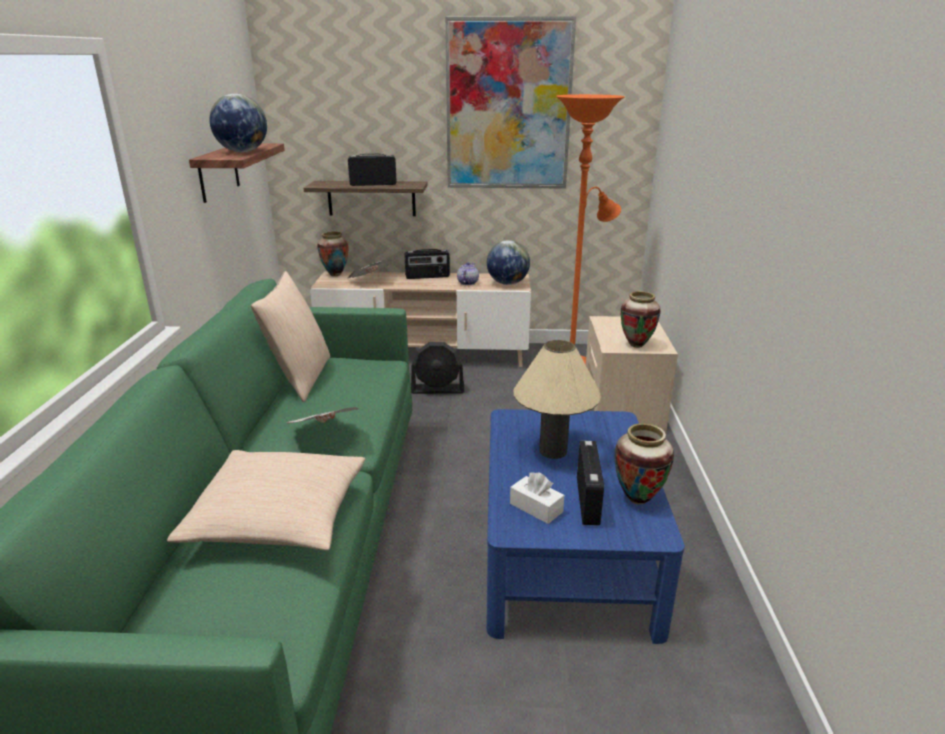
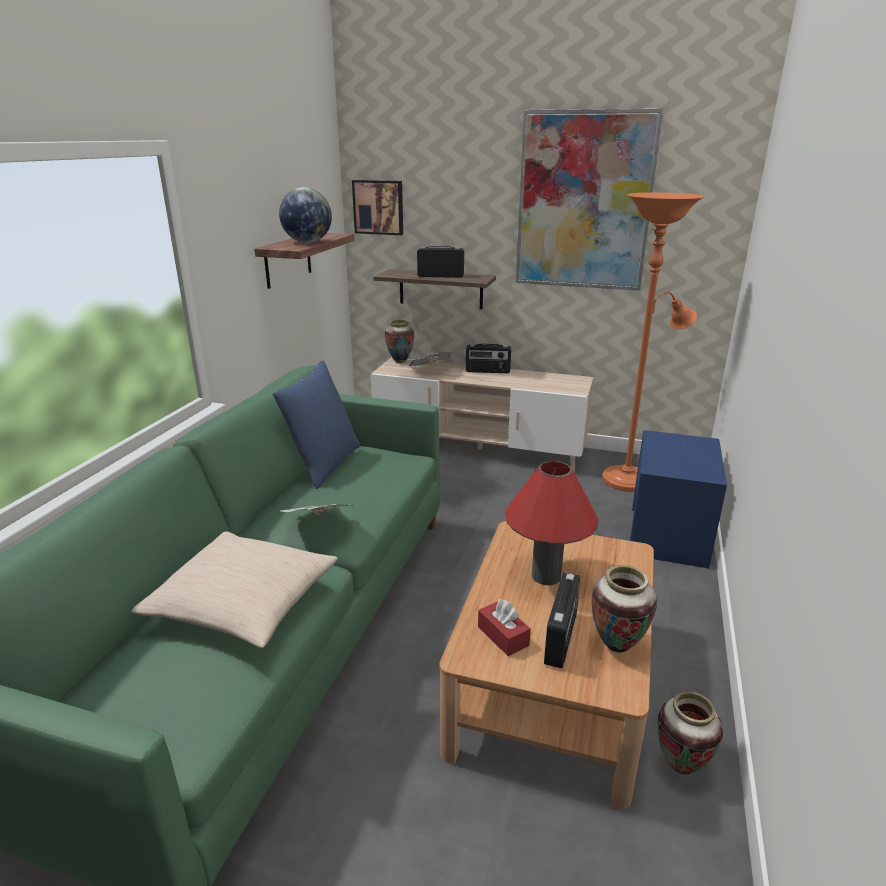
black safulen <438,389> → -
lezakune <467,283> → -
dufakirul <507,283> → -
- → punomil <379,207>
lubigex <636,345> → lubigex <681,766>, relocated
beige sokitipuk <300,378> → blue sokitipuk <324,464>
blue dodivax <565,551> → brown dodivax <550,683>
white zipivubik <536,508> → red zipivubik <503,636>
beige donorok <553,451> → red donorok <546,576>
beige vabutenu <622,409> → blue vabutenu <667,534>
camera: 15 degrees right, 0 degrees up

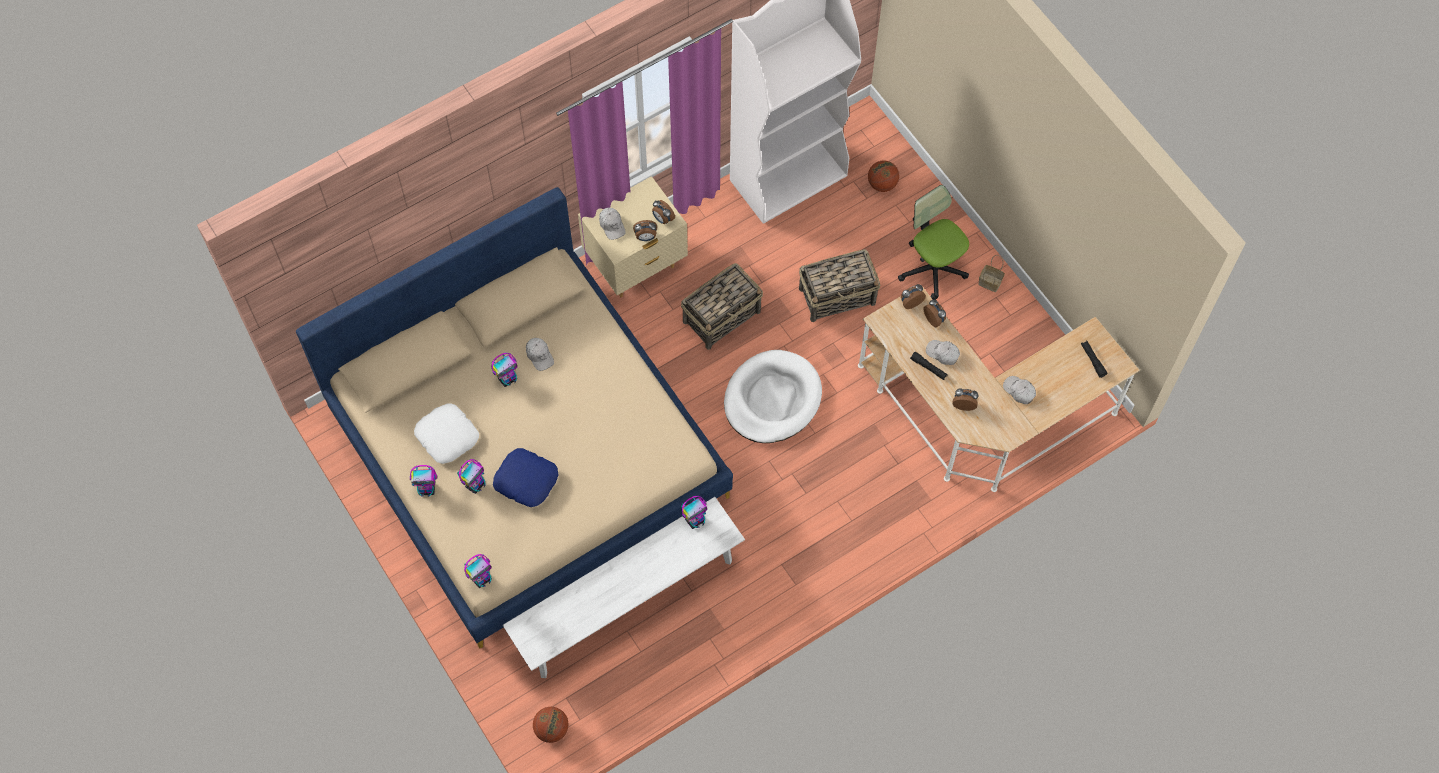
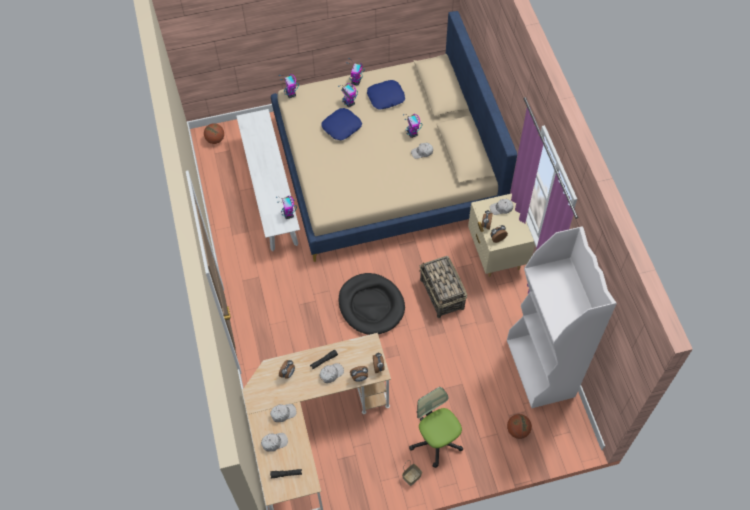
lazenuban <838,296> → -
- → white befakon <274,442>
white sokitipuk <447,436> → blue sokitipuk <386,97>
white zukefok <772,399> → black zukefok <371,305>
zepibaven <932,268> → zepibaven <436,440>, 105 degrees counterclockwise
camera: 110 degrees right, 5 degrees down

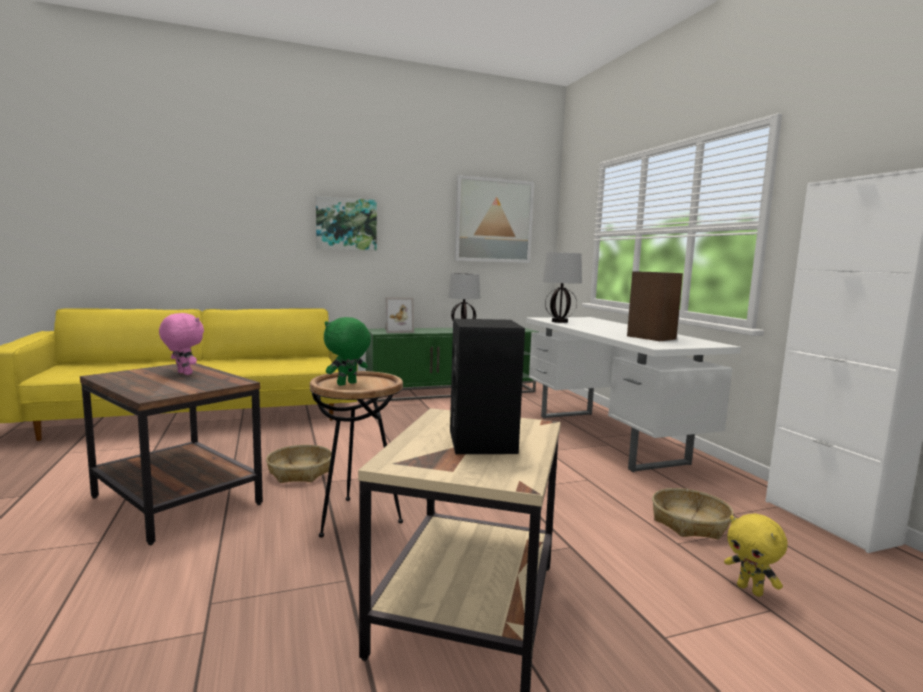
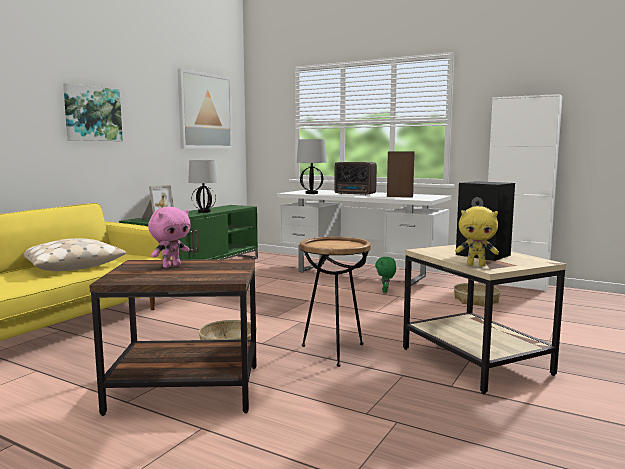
- → beige sokitipuk <70,266>
- → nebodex <355,194>
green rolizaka <347,384> → green rolizaka <385,291>, relocated
yellow rolizaka <750,590> → yellow rolizaka <476,265>, relocated
pink rolizaka <183,373> → pink rolizaka <171,266>, 135 degrees clockwise
camera: 40 degrees left, 0 degrees up

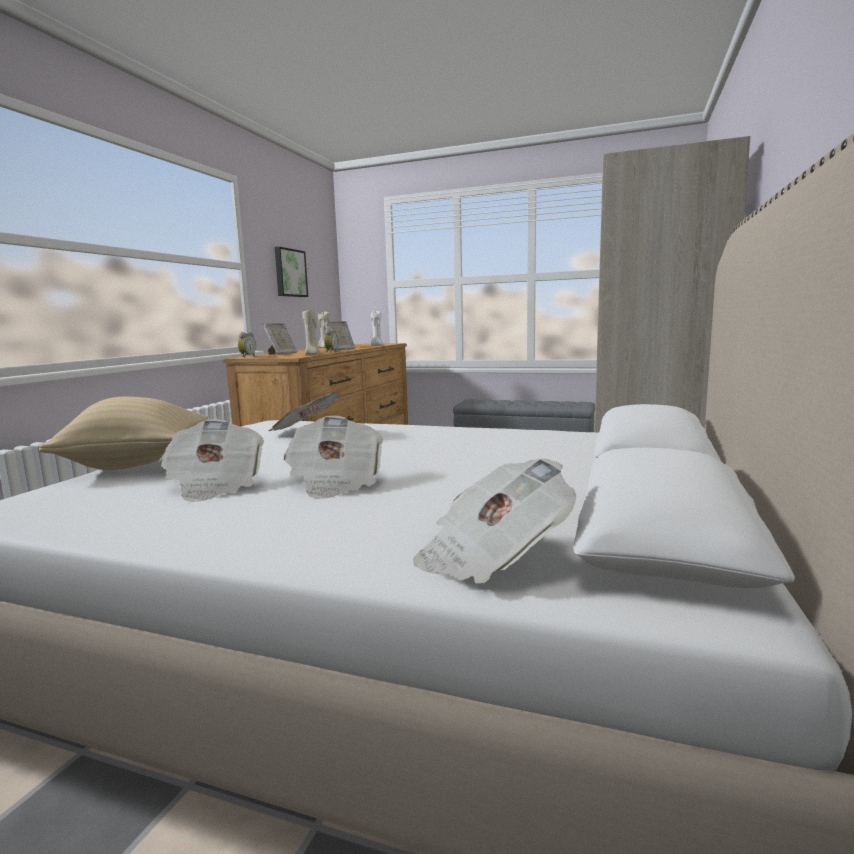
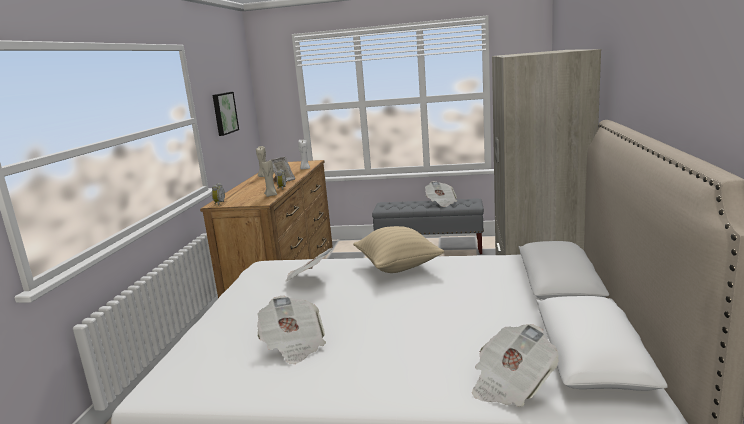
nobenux <281,354> → -
beige sokitipuk <138,464> → beige sokitipuk <398,266>, relocated
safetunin <335,482> → safetunin <441,202>, relocated
camera: 10 degrees left, 5 degrees up

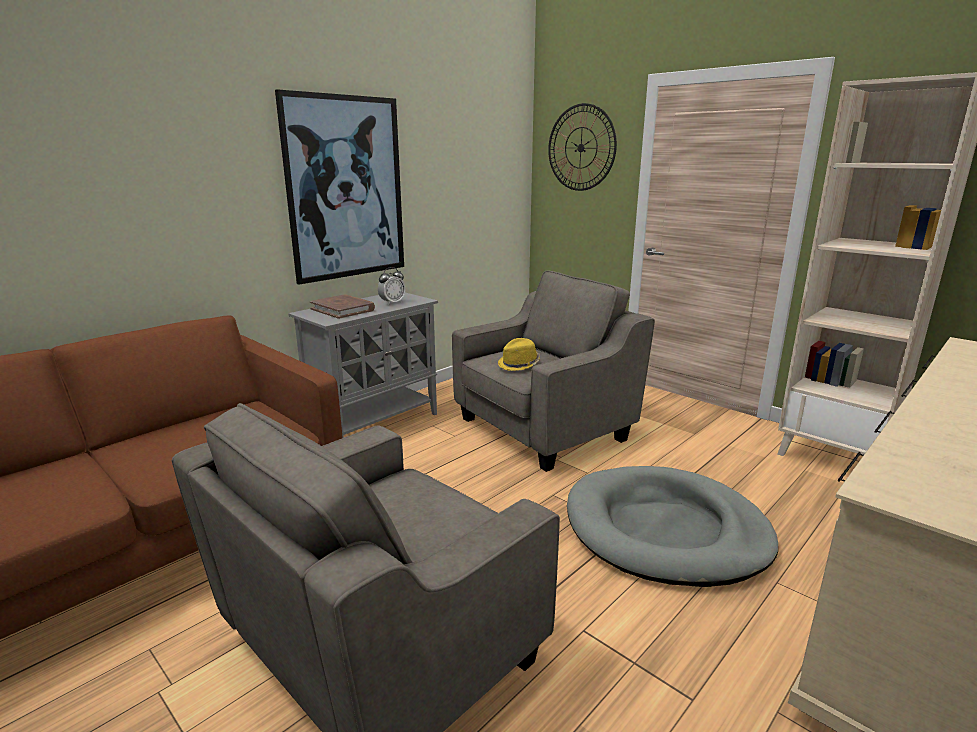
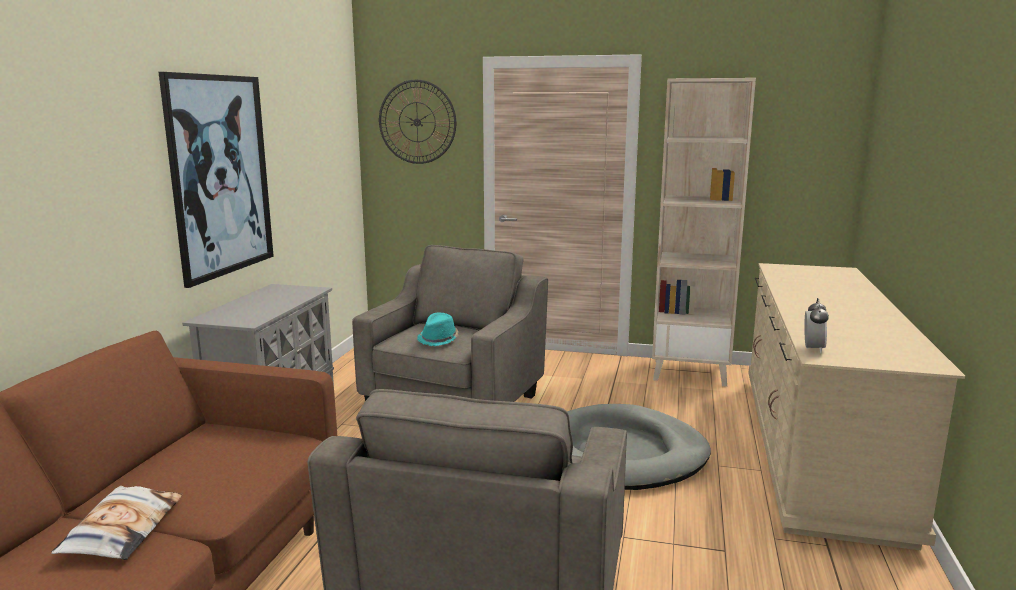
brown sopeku <343,309> → -
- → sokitipuk <122,530>
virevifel <392,303> → virevifel <813,349>, relocated
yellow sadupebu <519,365> → turquoise sadupebu <439,339>
camera: 30 degrees left, 5 degrees down

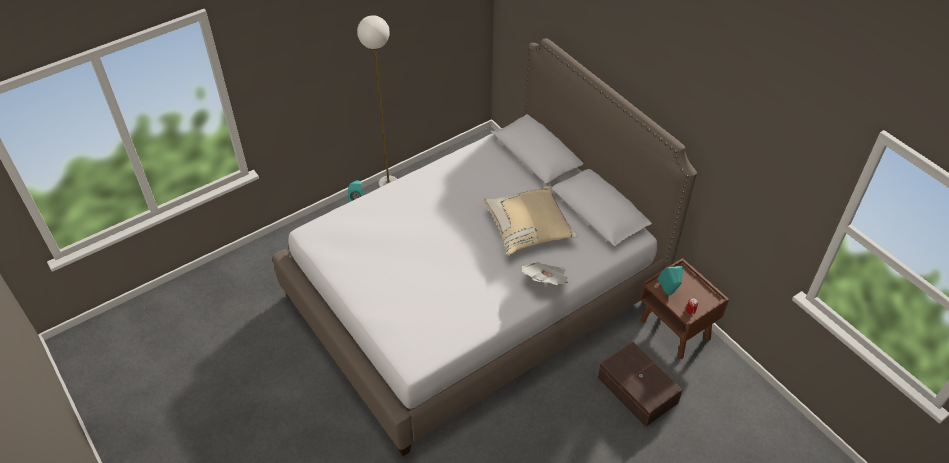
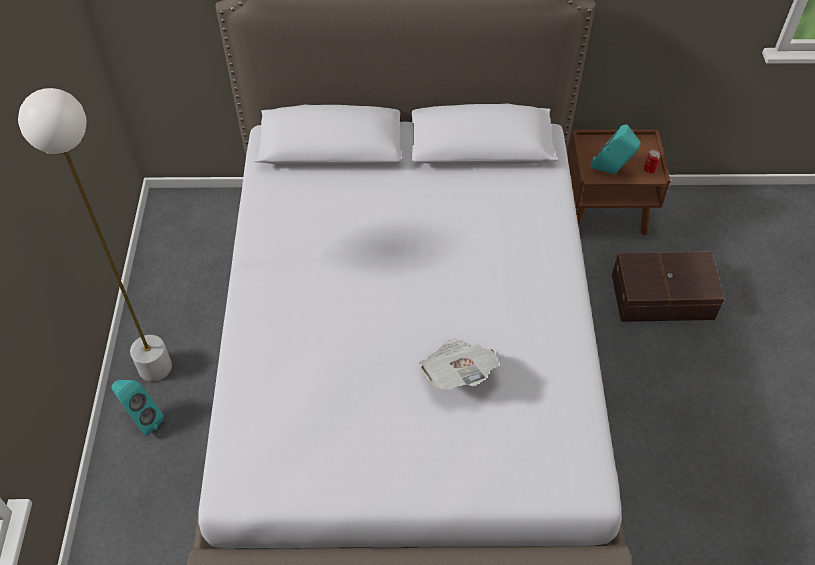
beige sokitipuk <529,229> → -
safetunin <546,281> → safetunin <457,374>, relocated
camera: 55 degrees left, 5 degrees up

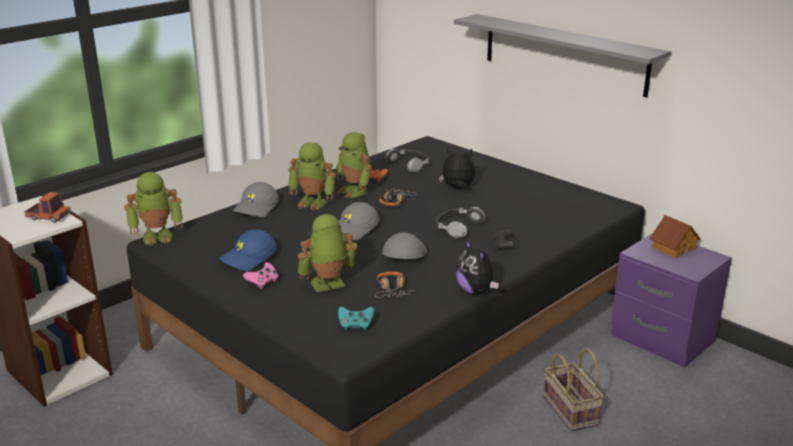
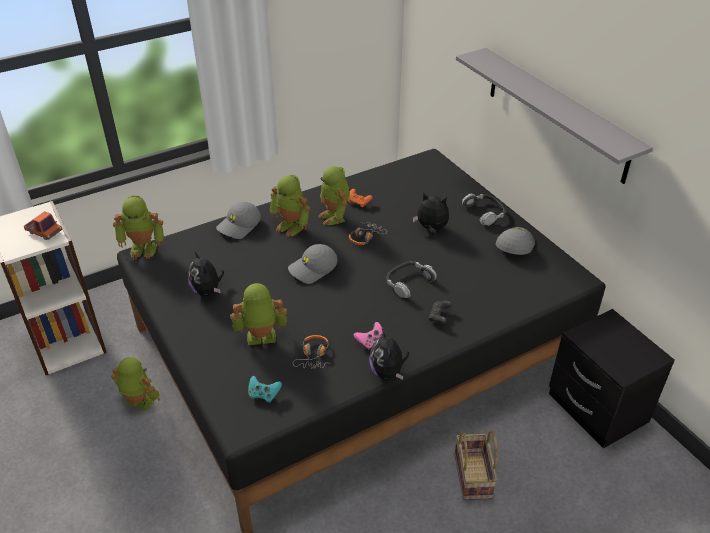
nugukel <673,248> → -
- → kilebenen <139,402>
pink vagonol <262,283> → pink vagonol <370,341>, relocated
grey befakon <403,254> → grey befakon <514,245>, relocated
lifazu <409,164> → lifazu <484,212>, relocated
blue befakon <249,259> → rolizaka <207,291>
purple vabutenu <661,339> → black vabutenu <595,409>
camera: 15 degrees right, 15 degrees up

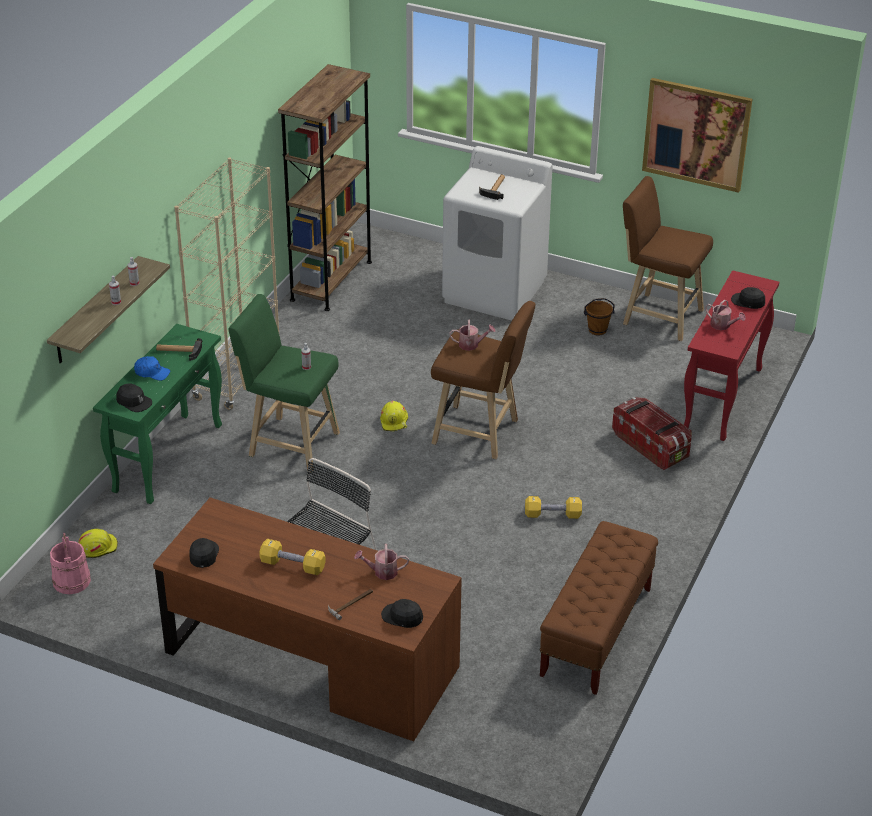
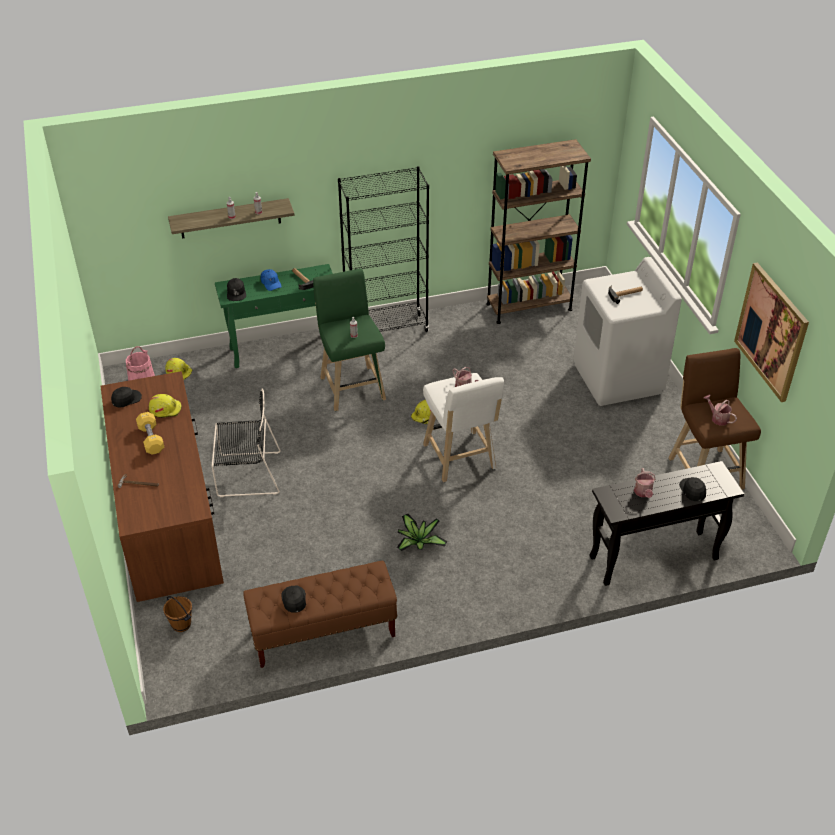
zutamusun <651,445> → -
- → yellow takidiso <165,409>
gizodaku <382,572> → gizodaku <718,418>, relocated
black befakon <402,617> → black befakon <294,600>, relocated
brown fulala <597,330> → brown fulala <181,625>, relocated
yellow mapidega <552,515> → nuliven <418,542>
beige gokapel <237,377> → black gokapel <386,329>
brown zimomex <480,433> → white zimomex <460,459>
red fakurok <723,400> → black fakurok <652,559>
camera: 50 degrees right, 5 degrees up

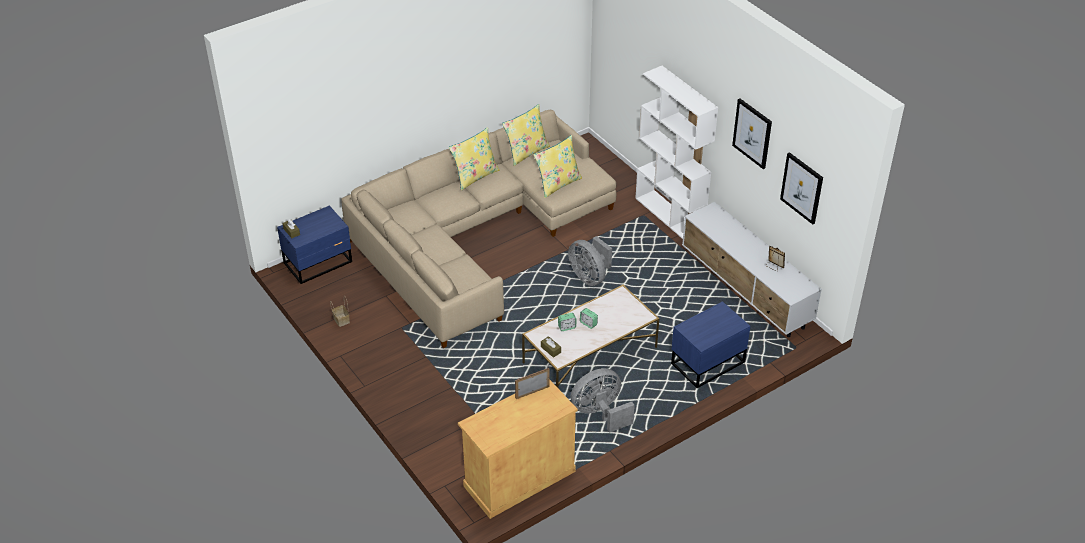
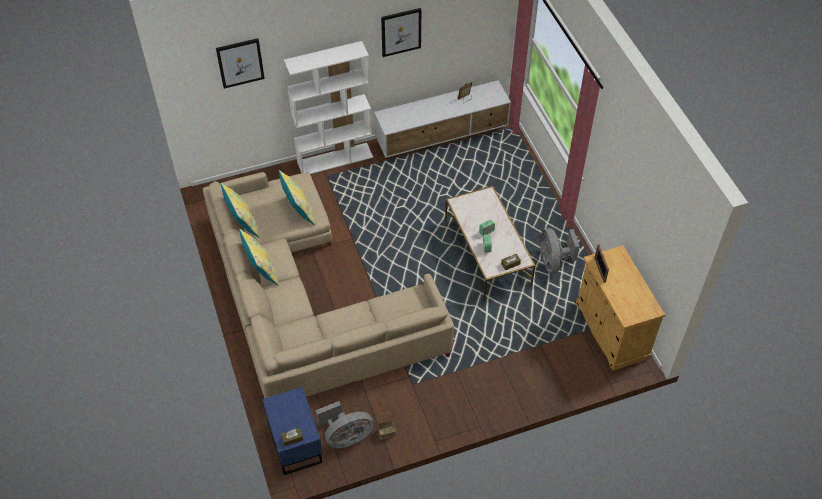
blue vabutenu <706,362> → -
grey safulen <589,277> → grey safulen <346,437>, relocated
punomil <802,188> → punomil <240,62>, relocated
camera: 75 degrees left, 10 degrees up

